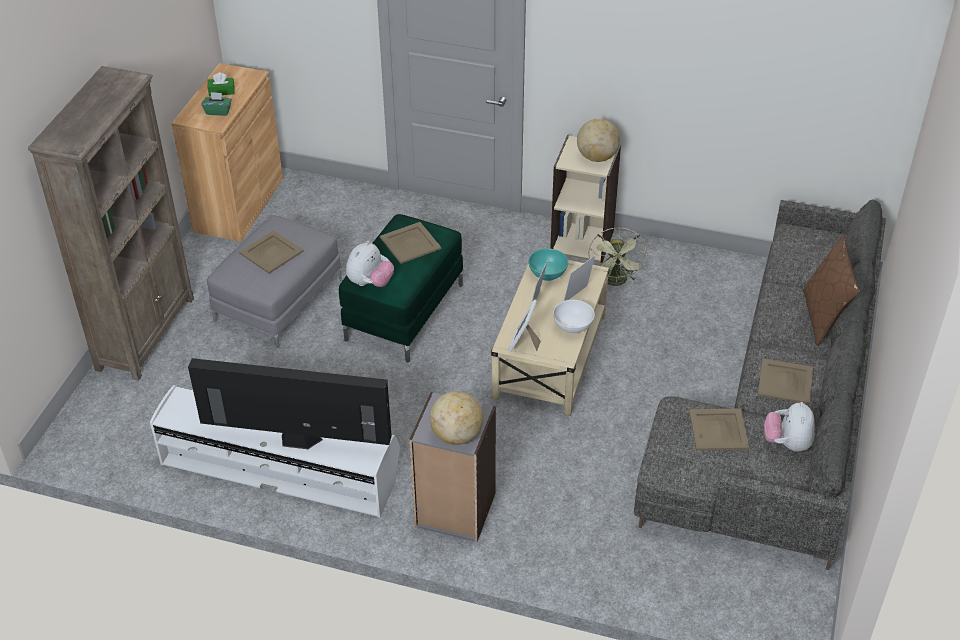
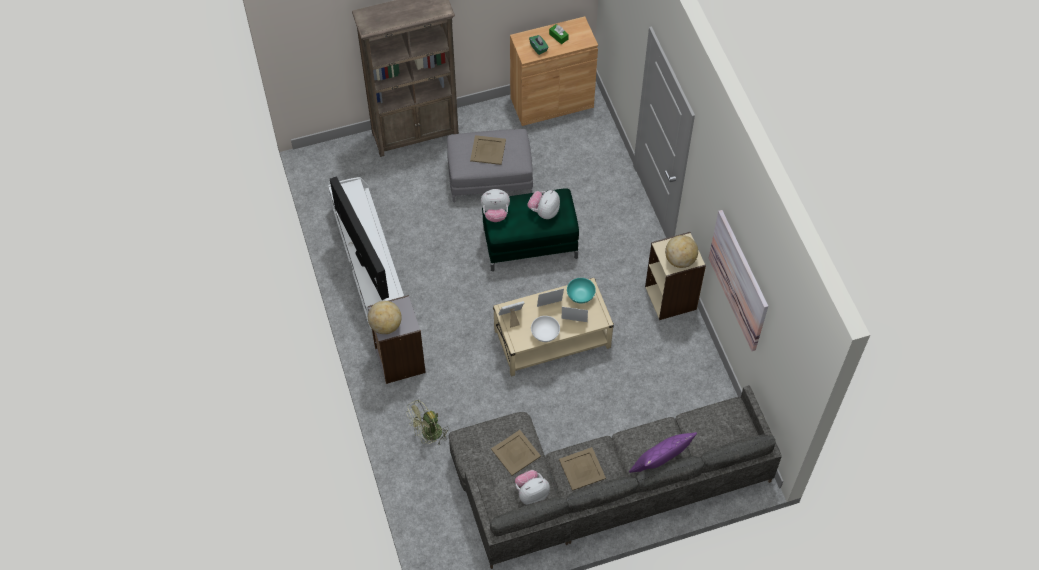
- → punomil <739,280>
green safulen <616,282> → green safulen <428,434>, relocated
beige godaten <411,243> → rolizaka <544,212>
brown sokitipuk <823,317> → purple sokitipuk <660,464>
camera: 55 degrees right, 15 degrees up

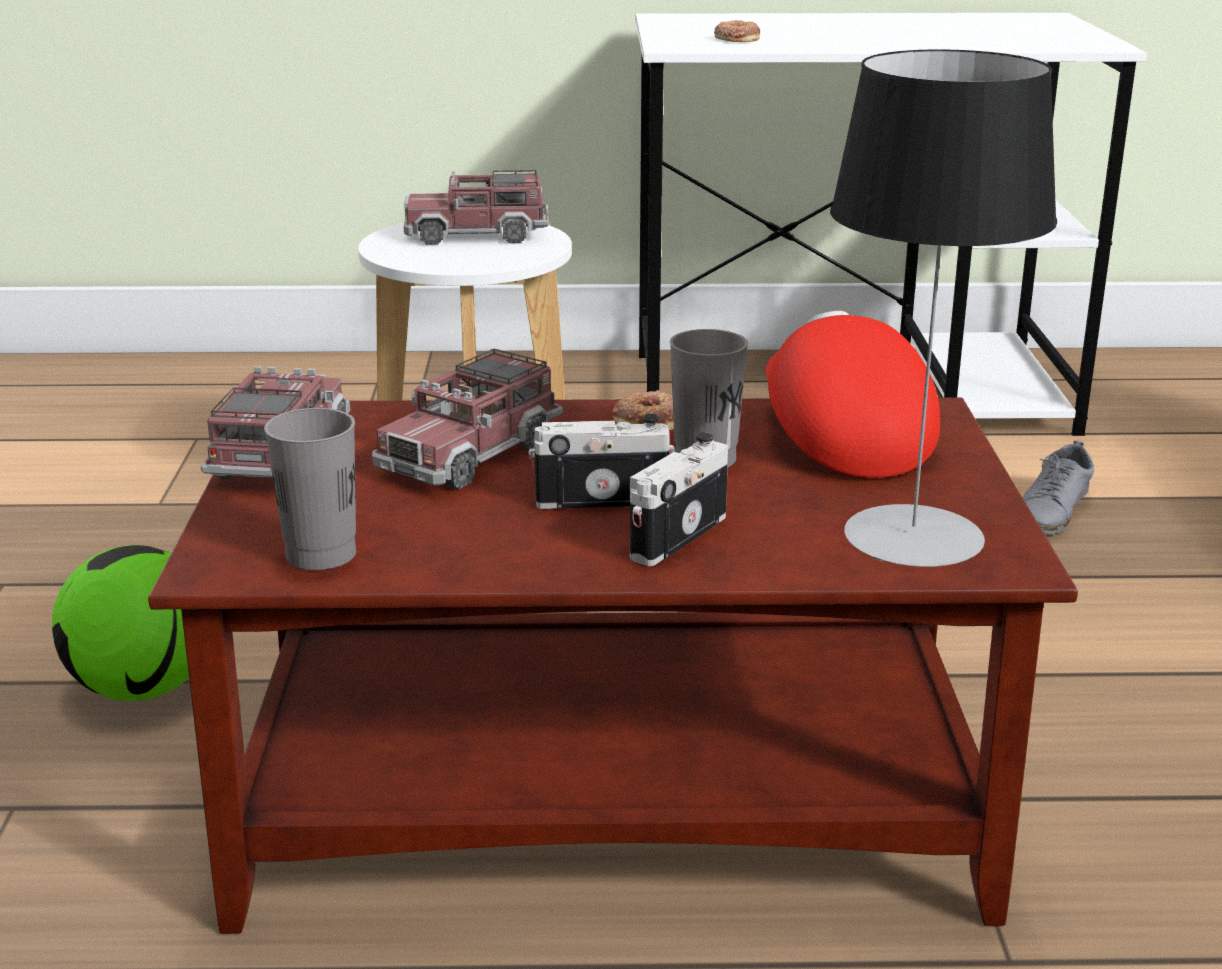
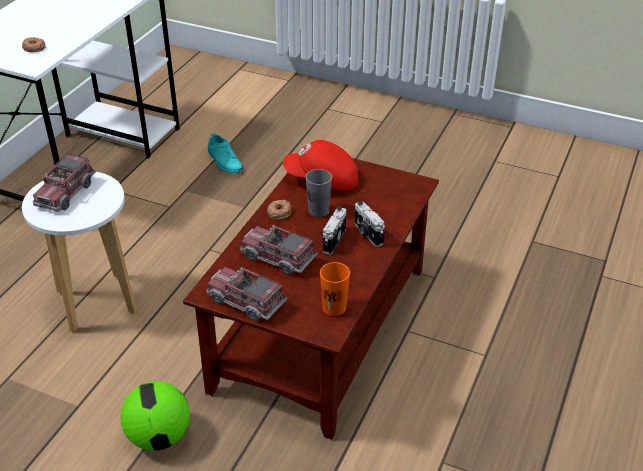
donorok <912,536> → -
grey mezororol <321,555> → orange mezororol <334,308>
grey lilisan <1052,510> → turquoise lilisan <225,161>
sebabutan <469,454> → sebabutan <278,258>, 150 degrees clockwise
camera: 65 degrees left, 15 degrees up

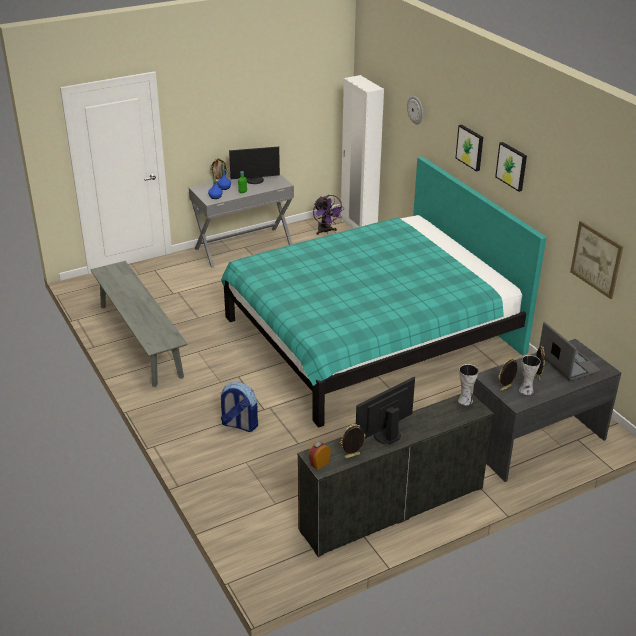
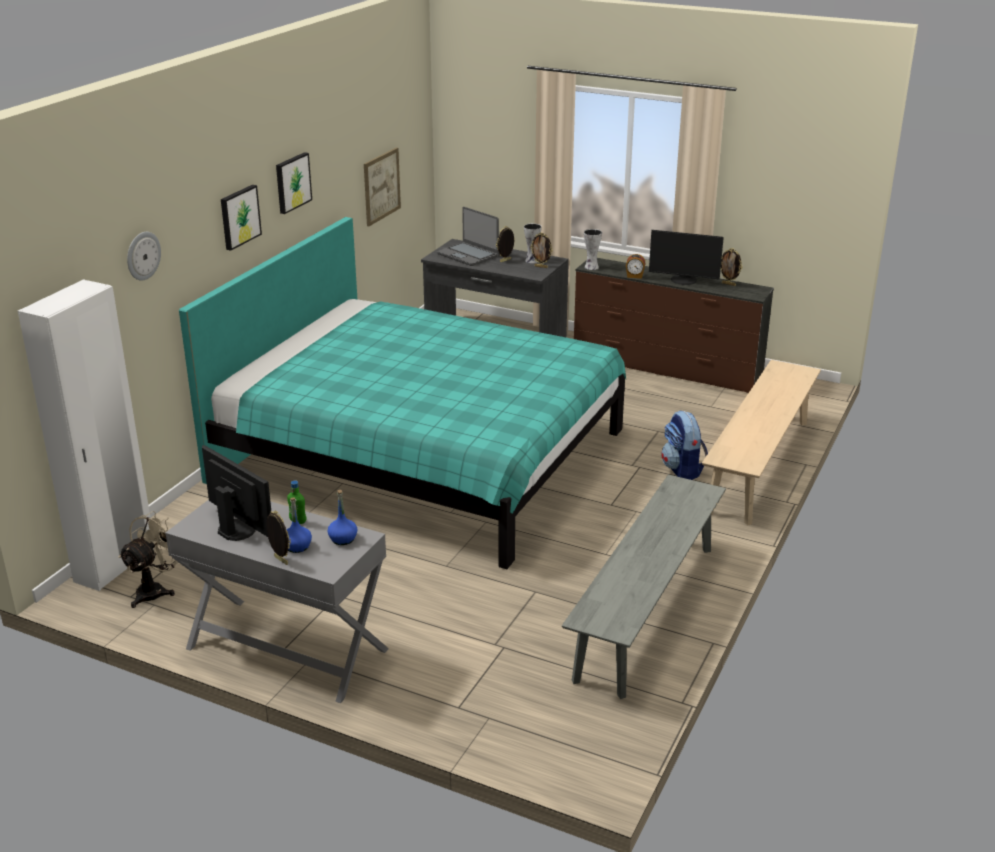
- → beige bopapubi <759,466>
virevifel <319,463> → virevifel <634,276>, relocated
purple safulen <325,231> → beige safulen <155,590>
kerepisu <567,364> → kerepisu <468,255>, 75 degrees counterclockwise
camera: 125 degrees left, 5 degrees down

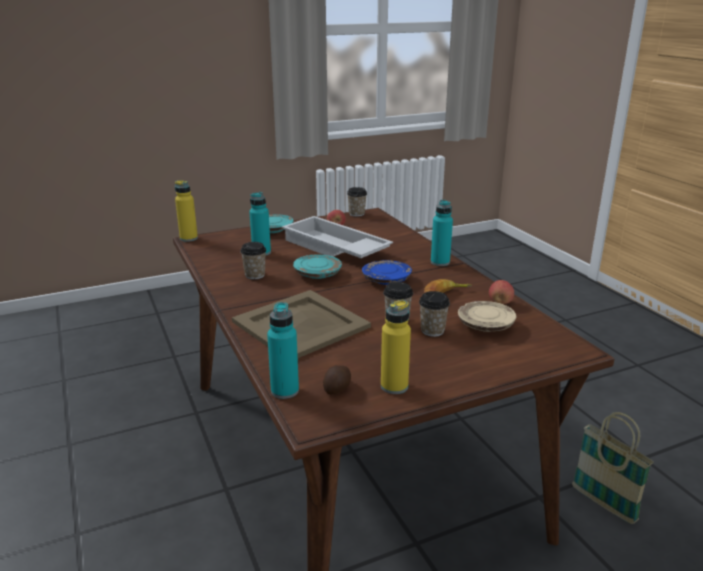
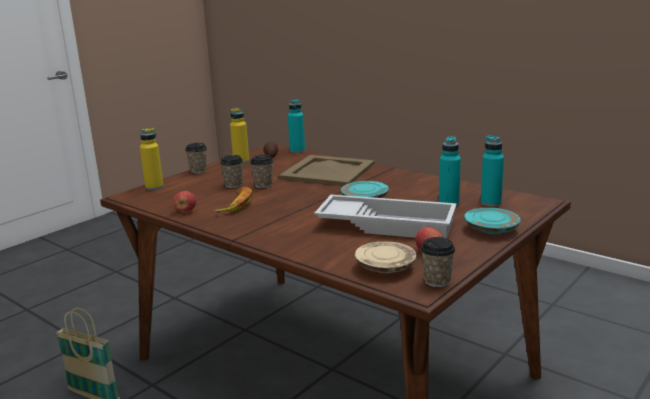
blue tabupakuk <386,280> → -
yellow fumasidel <188,238> → yellow fumasidel <154,187>, relocated
mezororol <255,275> → mezororol <198,171>, relocated
turquoise fumasidel <440,262> → turquoise fumasidel <490,203>, relocated
beige tabupakuk <485,325> → beige tabupakuk <385,266>, relocated
camera: 155 degrees right, 5 degrees down

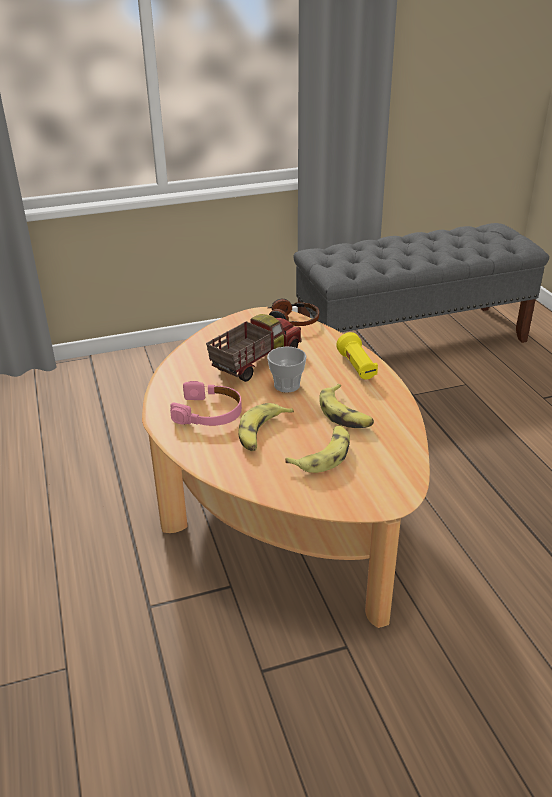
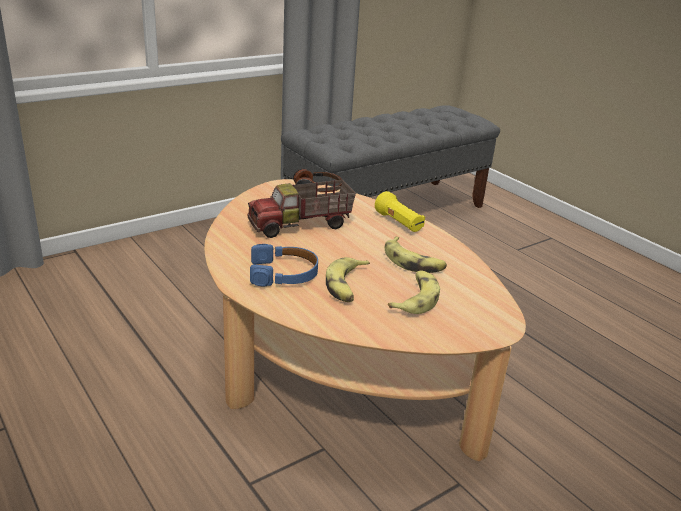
mezororol <287,385> → -
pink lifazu <209,413> → blue lifazu <284,274>
sebabutan <255,361> → sebabutan <301,225>, 135 degrees counterclockwise
camera: 20 degrees left, 5 degrees down

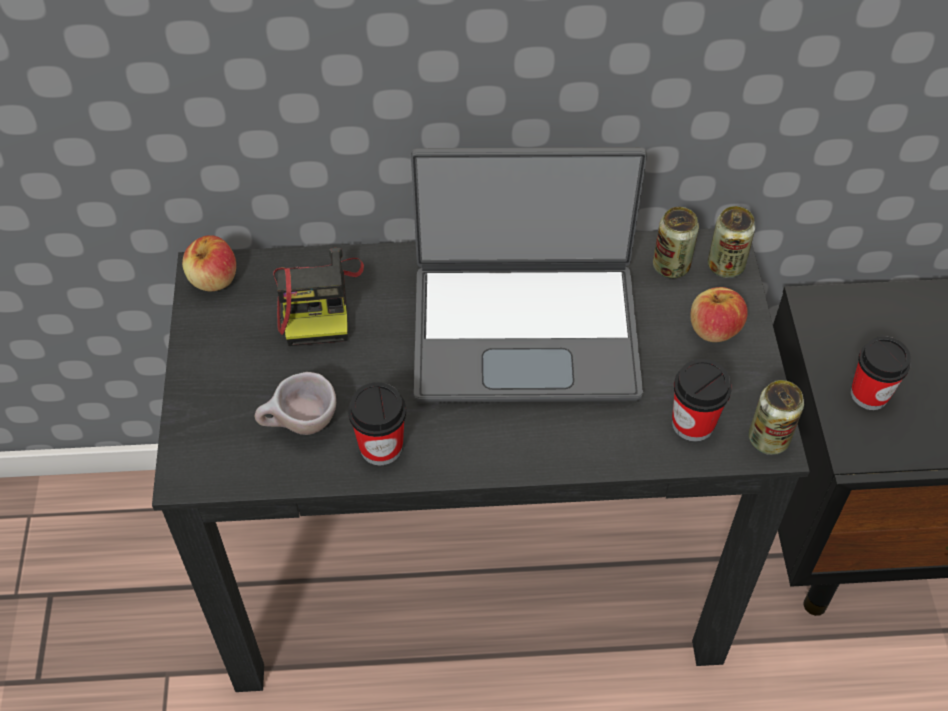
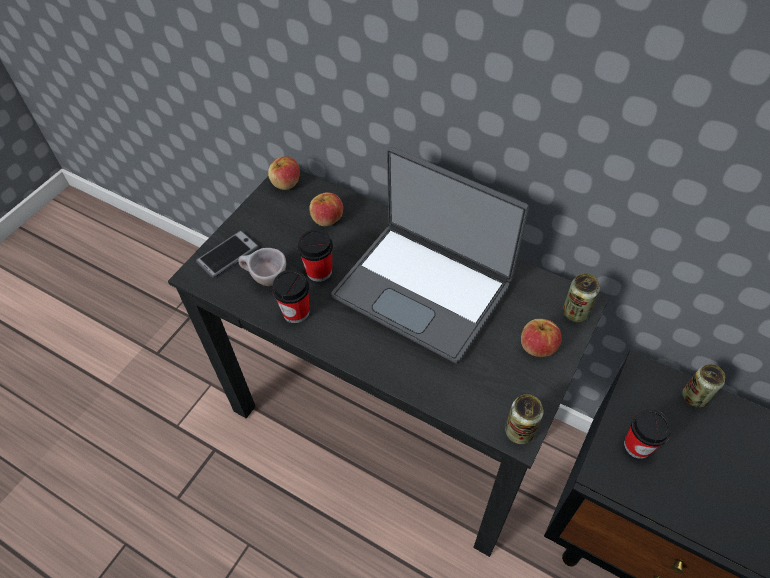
- → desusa <228,255>
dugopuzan <671,266> → dugopuzan <694,397>, relocated
mezororol <693,423> → mezororol <319,271>, relocated
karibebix <318,301> → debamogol <327,219>
camera: 35 degrees right, 0 degrees up

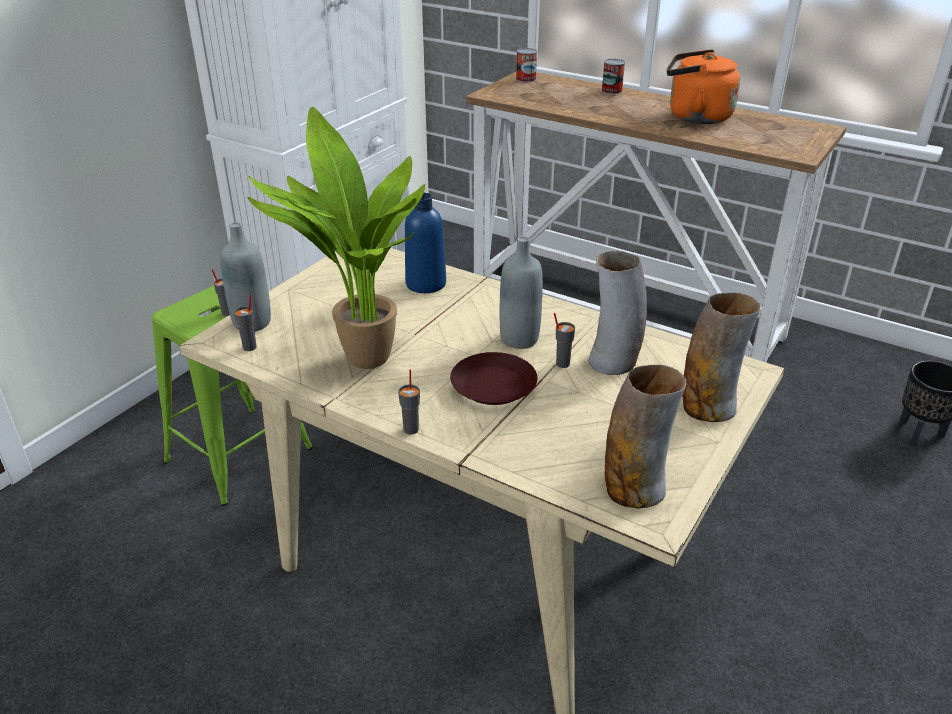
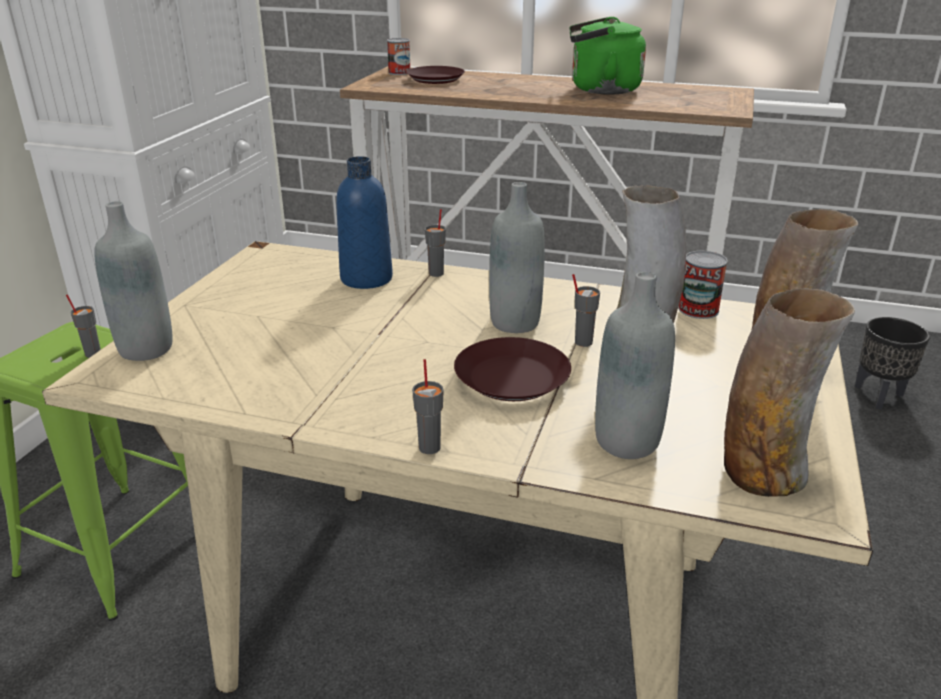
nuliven <360,360> → -
- → brown tabupakuk <436,79>
- → grey fumasidel <627,442>
grey mezororol <250,347> → grey mezororol <436,273>, relocated
dugopuzan <612,91> → dugopuzan <698,309>, relocated
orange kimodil <695,117> → green kimodil <600,90>
camera: 15 degrees left, 5 degrees down

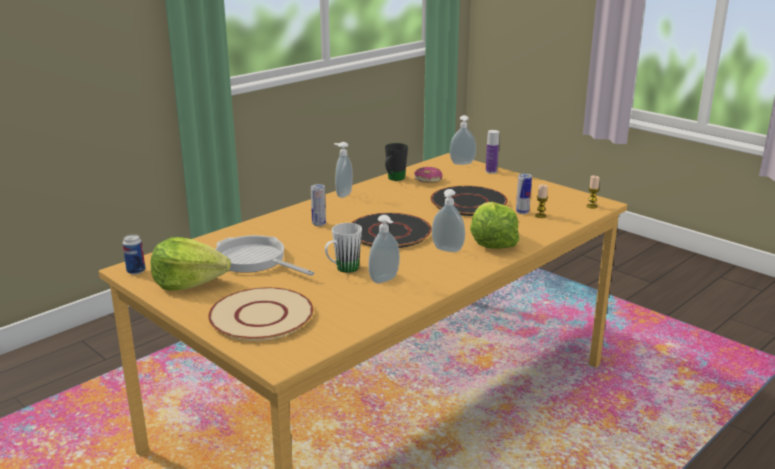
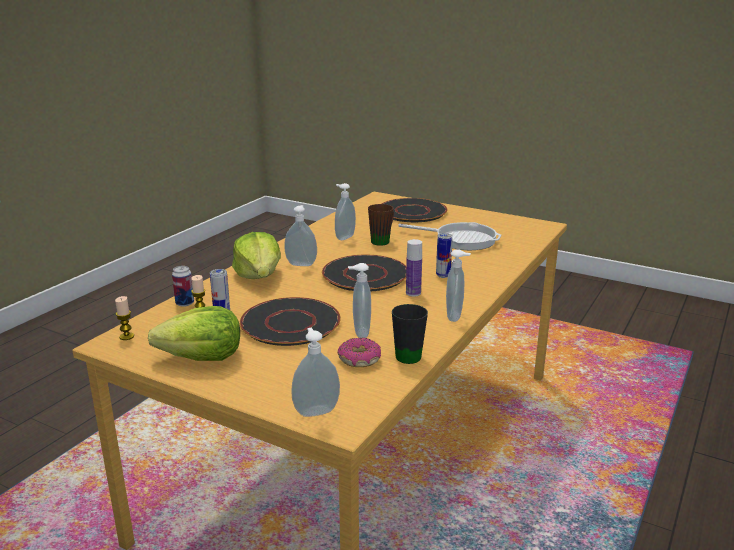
- → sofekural <360,332>
dugopuzan <136,271> → dugopuzan <185,303>, relocated
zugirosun <189,283> → zugirosun <202,357>, relocated
fumasidel <491,171> → fumasidel <413,293>, relocated
beige tabupakuk <261,315> → black tabupakuk <412,212>
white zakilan <342,269> → brown zakilan <383,240>
camera: 165 degrees right, 0 degrees up

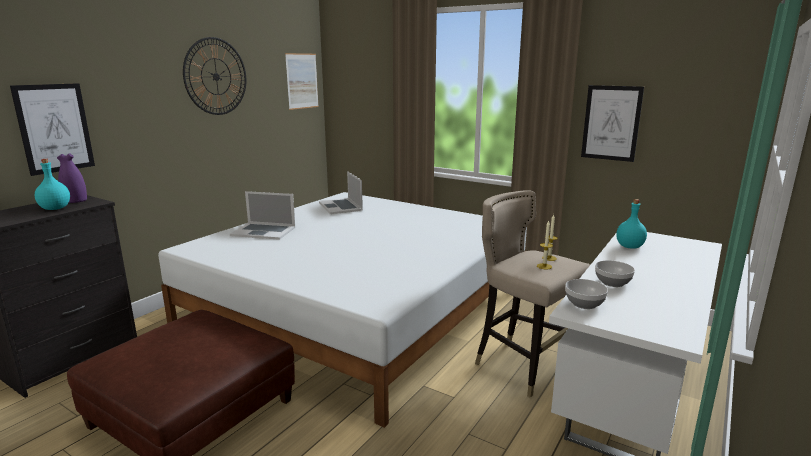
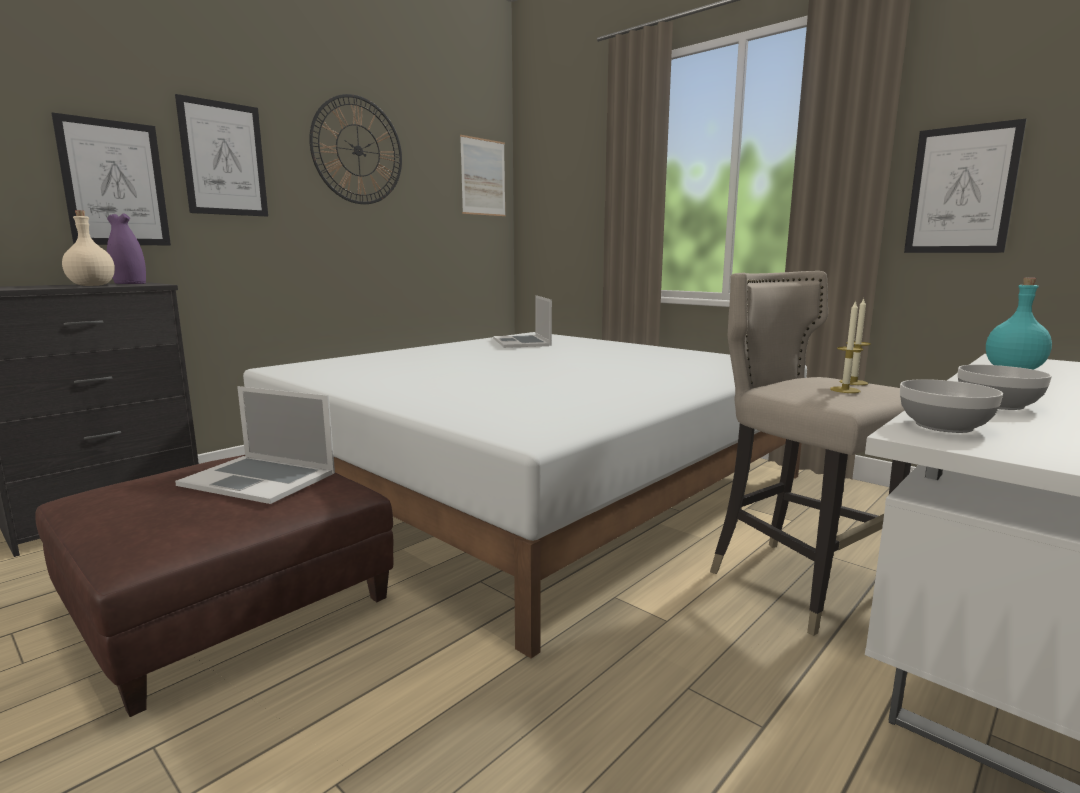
- → punomil <224,159>
kerepisu <263,231> → kerepisu <259,479>, relocated
turquoise fumasidel <55,208> → beige fumasidel <91,285>
camera: 10 degrees right, 5 degrees down

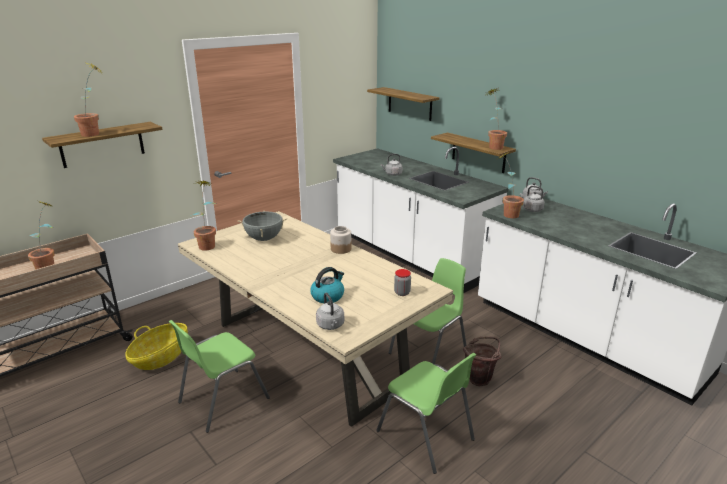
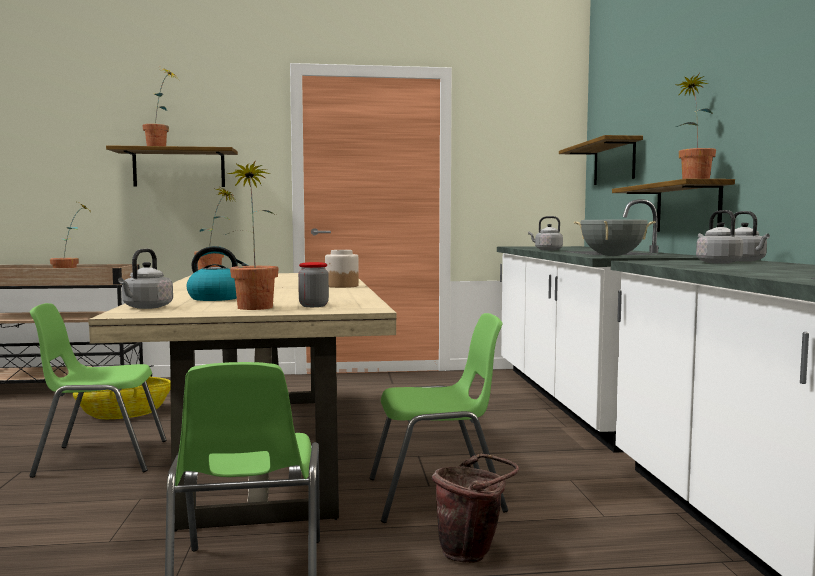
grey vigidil <264,239> → grey vigidil <612,256>, relocated
nuliven <506,214> → nuliven <254,306>, relocated
camera: 35 degrees right, 20 degrees down

